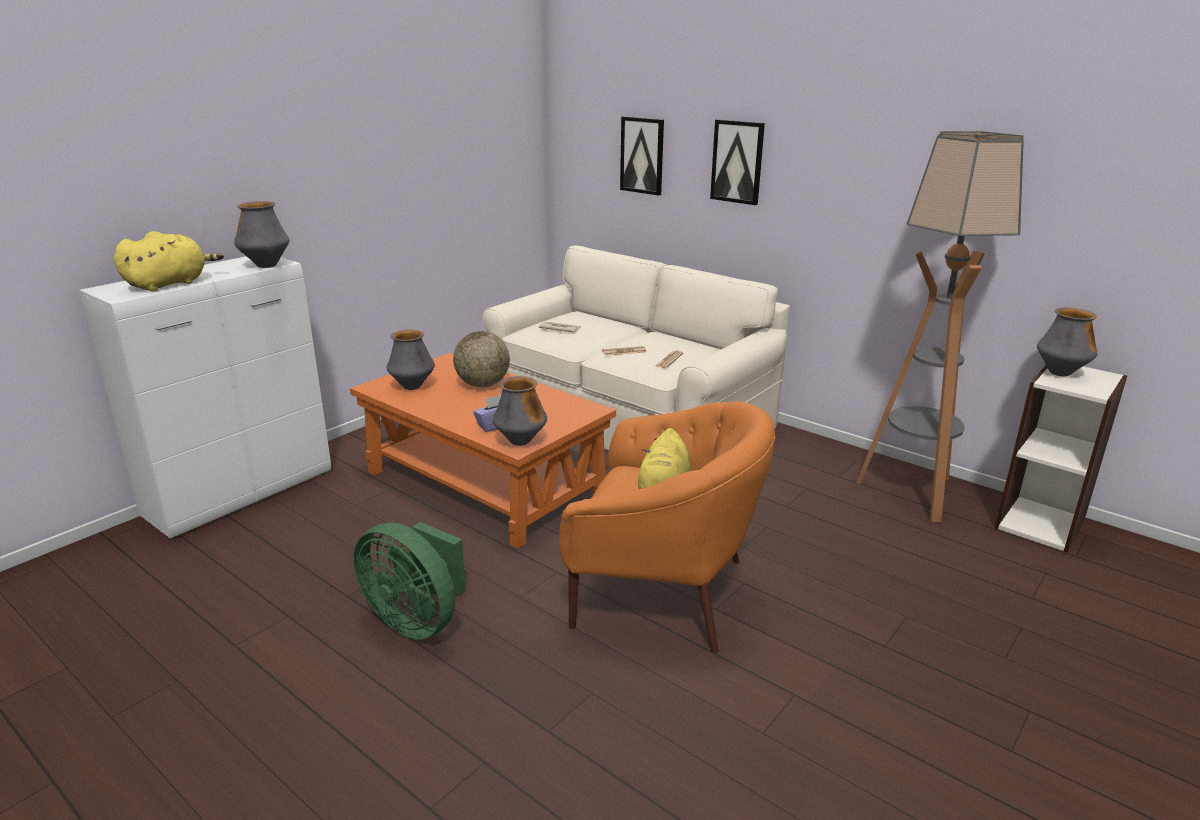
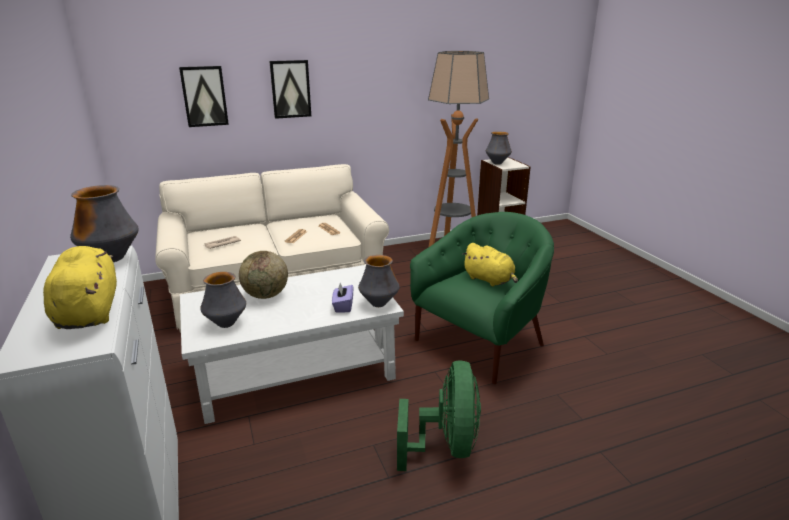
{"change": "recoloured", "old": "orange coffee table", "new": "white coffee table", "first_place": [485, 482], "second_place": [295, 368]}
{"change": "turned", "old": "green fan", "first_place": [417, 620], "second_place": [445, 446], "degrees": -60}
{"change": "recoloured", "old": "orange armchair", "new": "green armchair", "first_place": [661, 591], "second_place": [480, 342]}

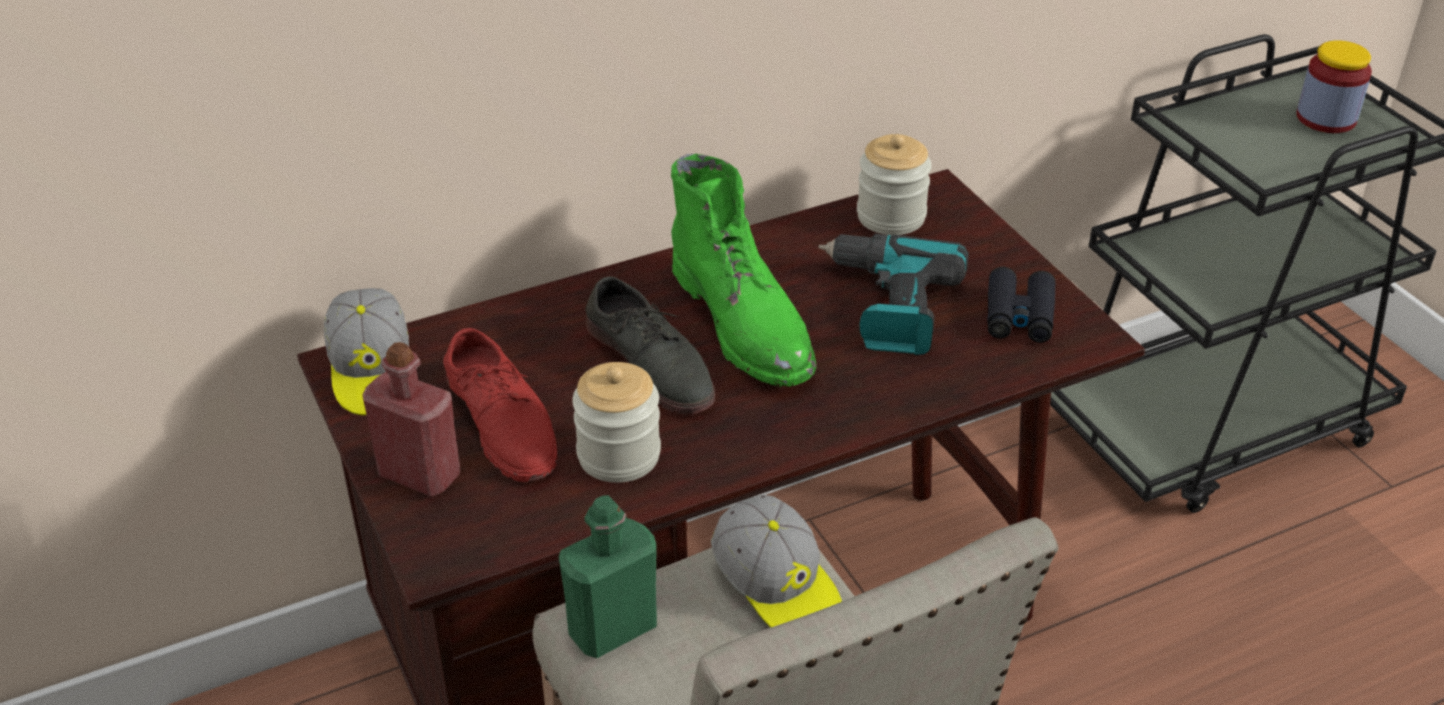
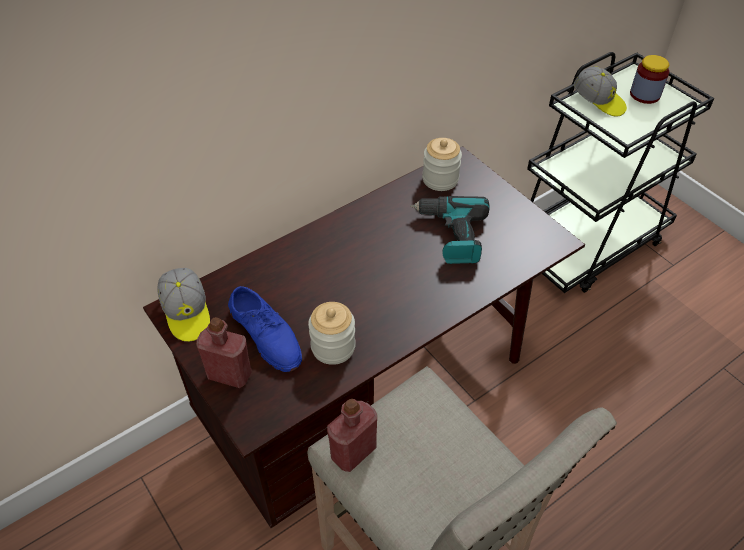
{"change": "recoloured", "old": "red shoe", "new": "blue shoe", "first_place": [503, 421], "second_place": [266, 334]}
{"change": "recoloured", "old": "green bottle", "new": "red bottle", "first_place": [612, 629], "second_place": [353, 452]}
{"change": "removed", "old": "grey shoe", "first_place": [651, 362]}
{"change": "removed", "old": "green boot", "first_place": [745, 323]}
{"change": "moved", "old": "cap", "first_place": [777, 589], "second_place": [598, 102]}
{"change": "removed", "old": "black binoculars", "first_place": [1019, 316]}

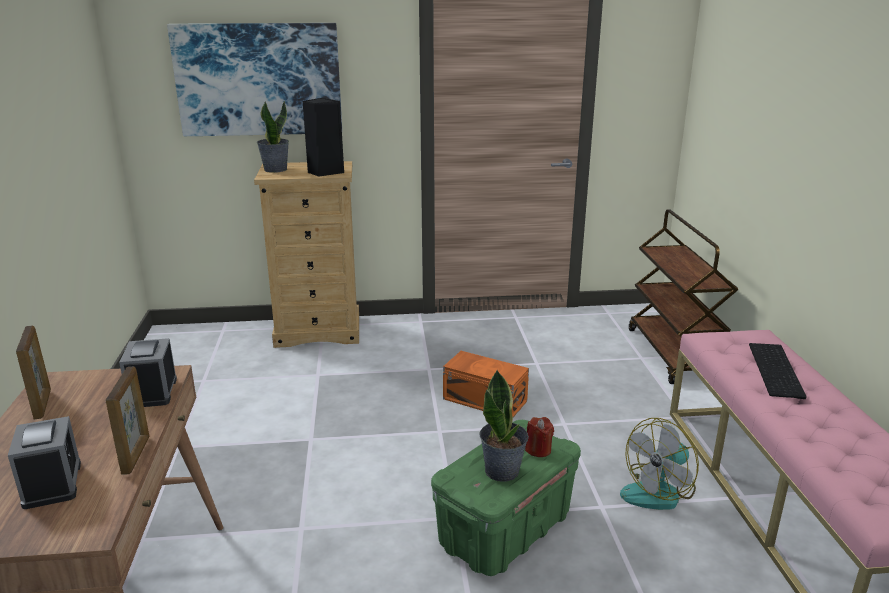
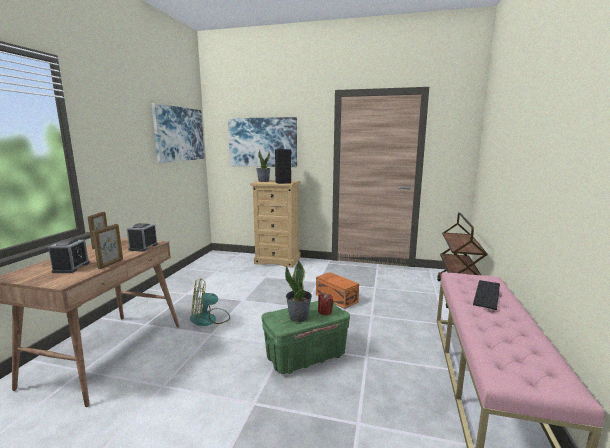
{"change": "moved", "old": "fan", "first_place": [659, 491], "second_place": [209, 319]}
{"change": "added", "new": "picture", "second_place": [179, 134]}

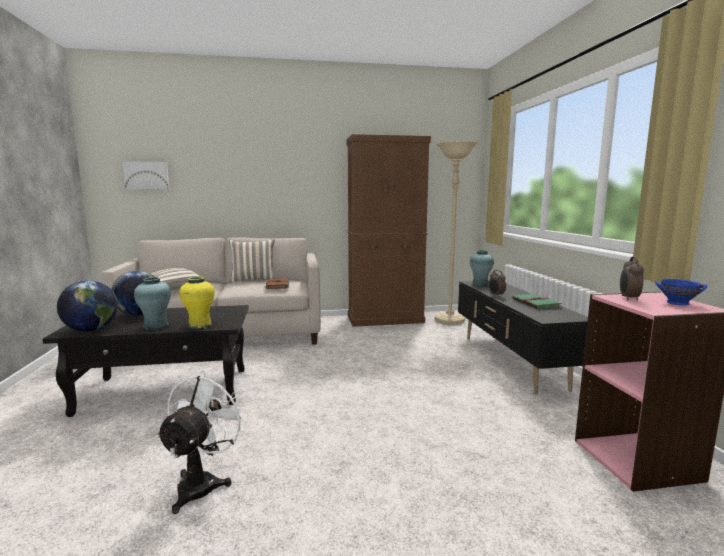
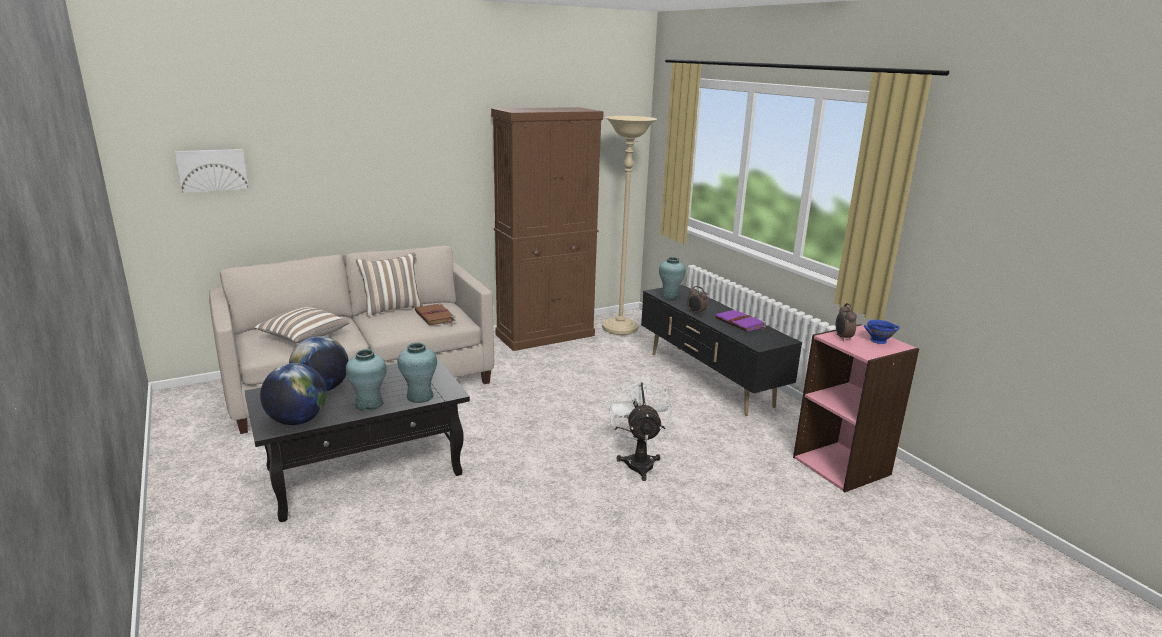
{"change": "moved", "old": "white fan", "first_place": [203, 483], "second_place": [638, 461]}
{"change": "recoloured", "old": "yellow vase", "new": "turquoise vase", "first_place": [200, 325], "second_place": [420, 396]}
{"change": "recoloured", "old": "green book", "new": "purple book", "first_place": [536, 303], "second_place": [740, 323]}

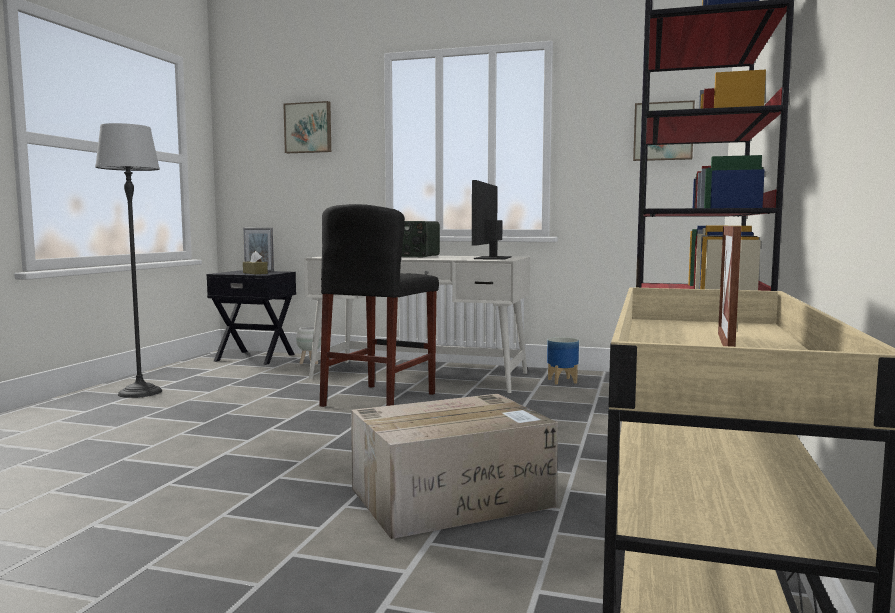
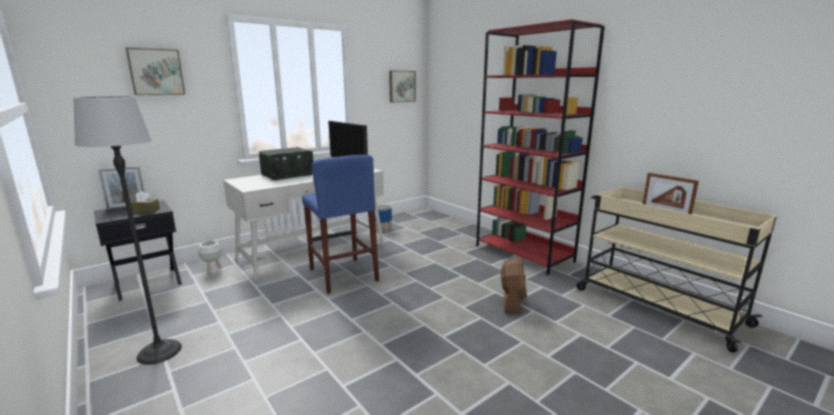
{"change": "recoloured", "old": "black stool", "new": "blue stool", "first_place": [379, 399], "second_place": [343, 274]}
{"change": "replaced", "old": "cardboard box", "new": "brown fan", "first_place": [453, 497], "second_place": [512, 302]}

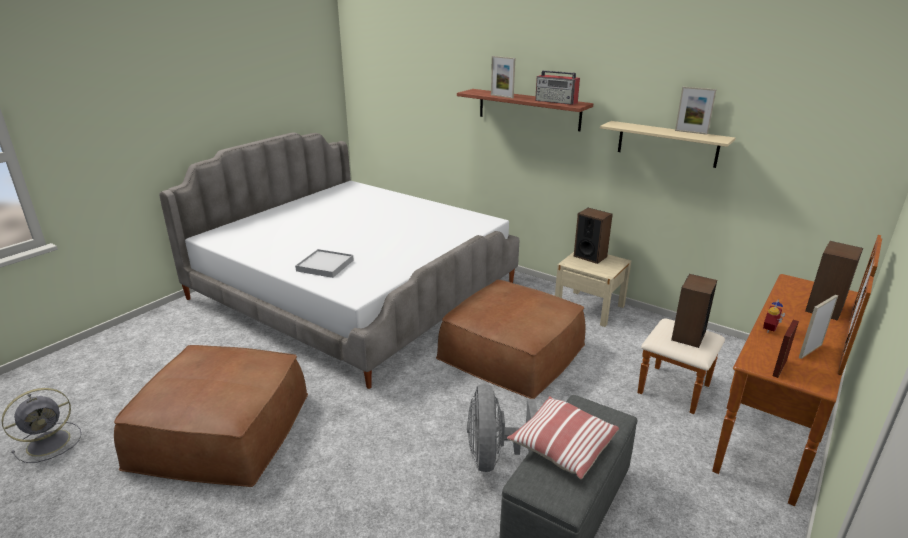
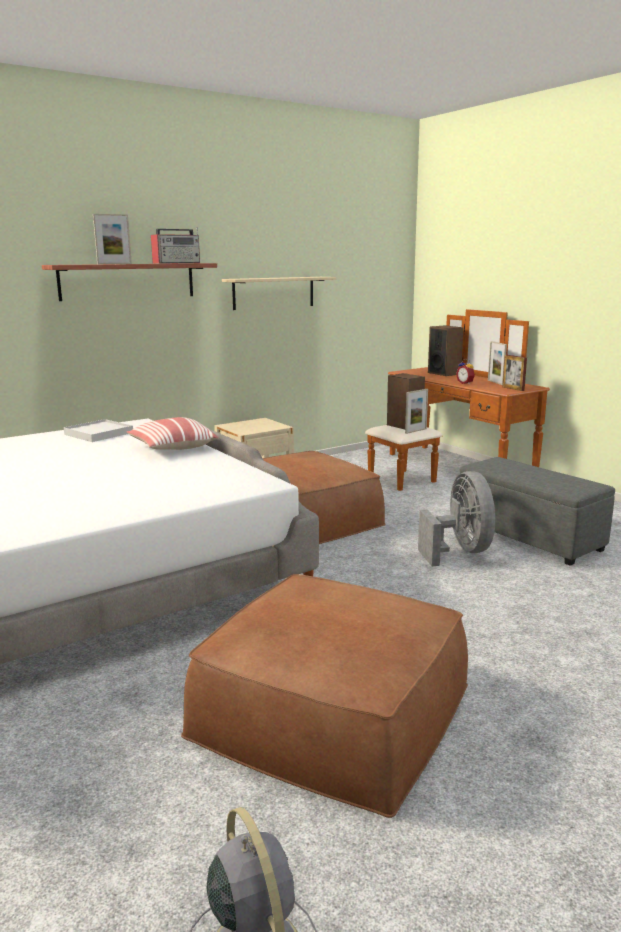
{"change": "moved", "old": "white tray", "first_place": [325, 265], "second_place": [99, 433]}
{"change": "turned", "old": "grey fan", "first_place": [494, 456], "second_place": [460, 552], "degrees": -120}
{"change": "moved", "old": "pillow", "first_place": [562, 446], "second_place": [172, 448]}
{"change": "removed", "old": "speaker", "first_place": [590, 256]}
{"change": "moved", "old": "picture frame", "first_place": [691, 132], "second_place": [415, 431]}

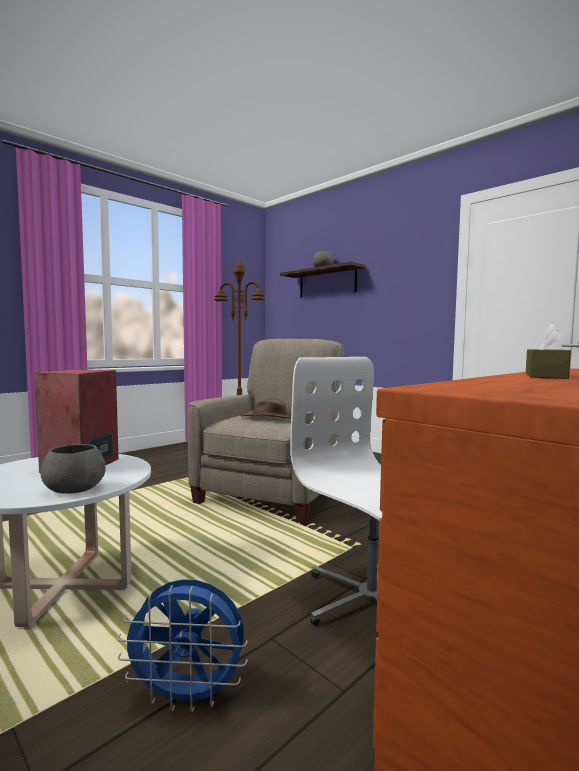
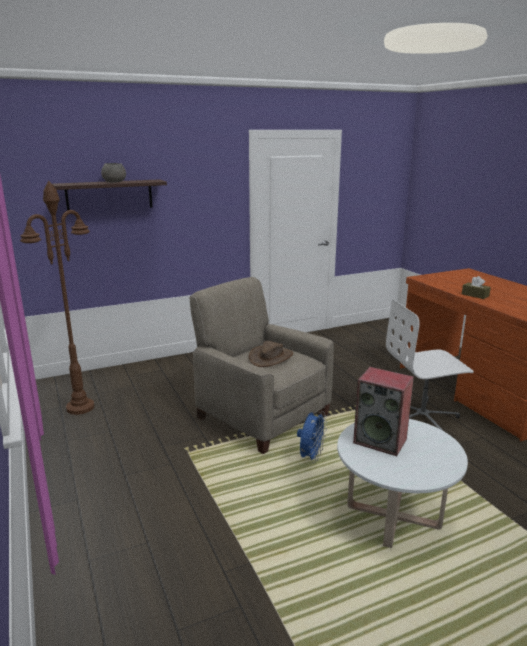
{"change": "removed", "old": "grey bowl", "first_place": [76, 489]}
{"change": "moved", "old": "blue fan", "first_place": [188, 697], "second_place": [311, 457]}

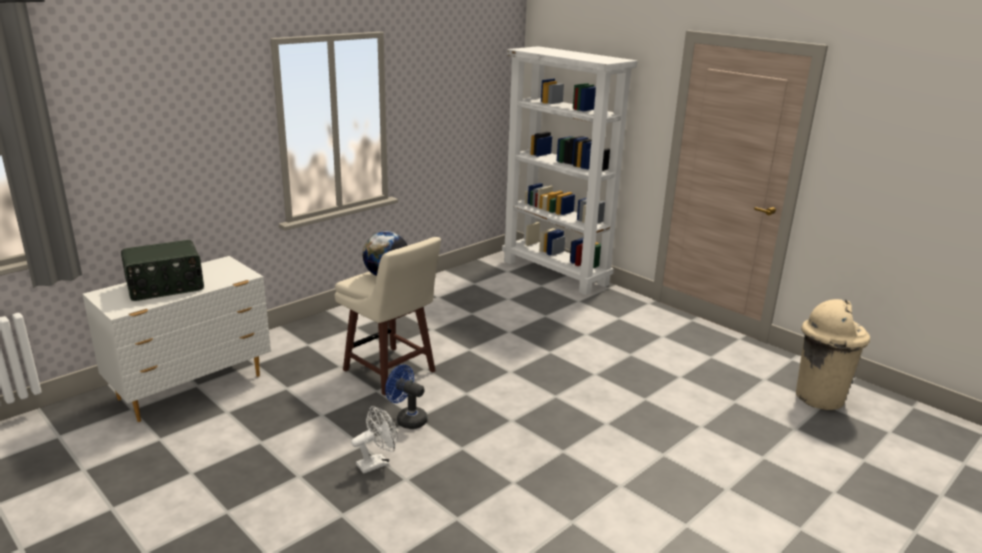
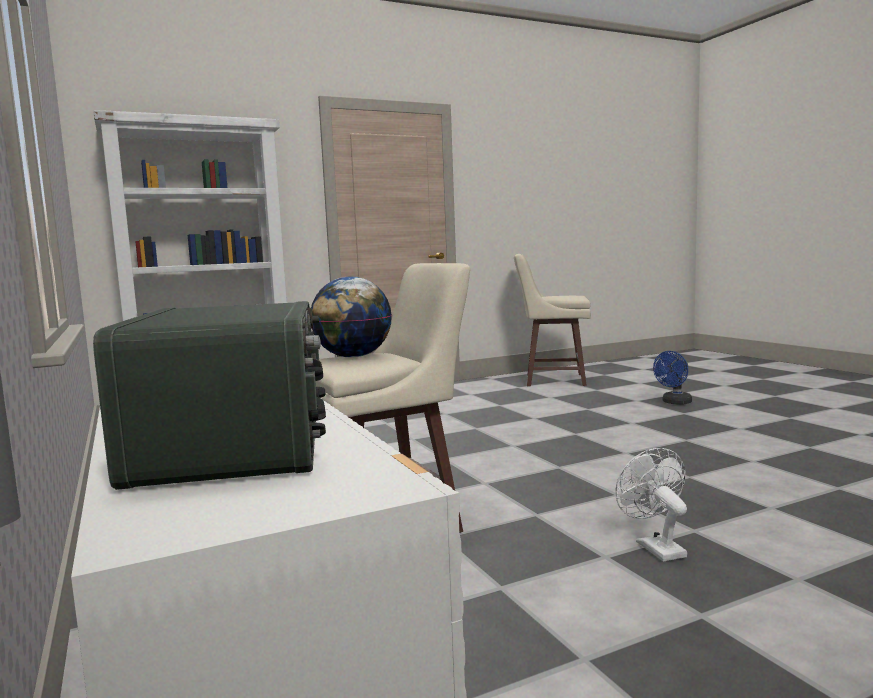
{"change": "moved", "old": "blue fan", "first_place": [407, 419], "second_place": [674, 402]}
{"change": "replaced", "old": "beige trash can", "new": "beige stool", "first_place": [819, 397], "second_place": [552, 380]}

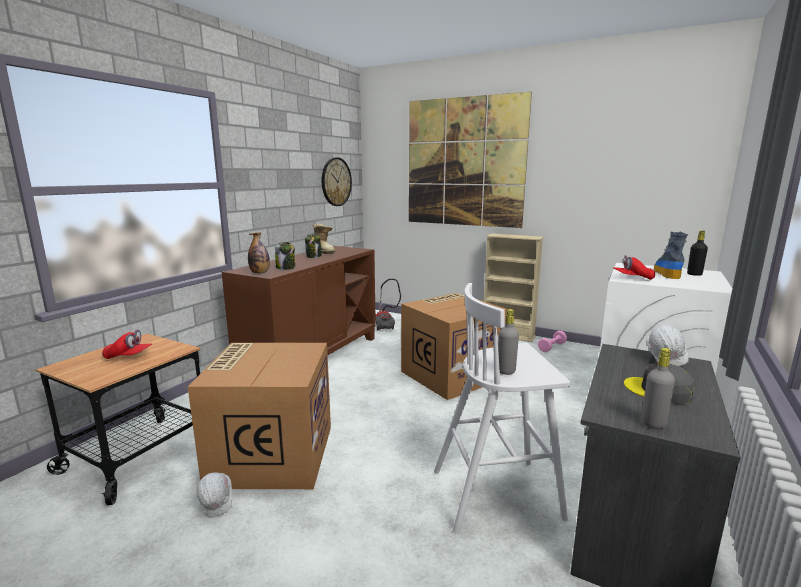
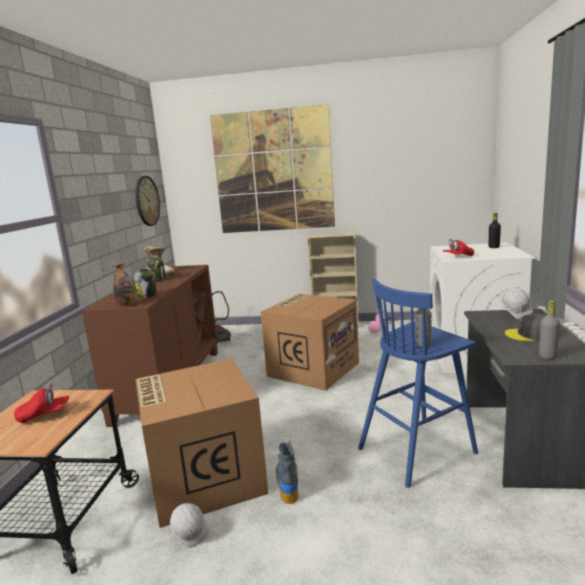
{"change": "recoloured", "old": "white stool", "new": "blue stool", "first_place": [498, 494], "second_place": [418, 450]}
{"change": "moved", "old": "boot", "first_place": [666, 273], "second_place": [287, 483]}

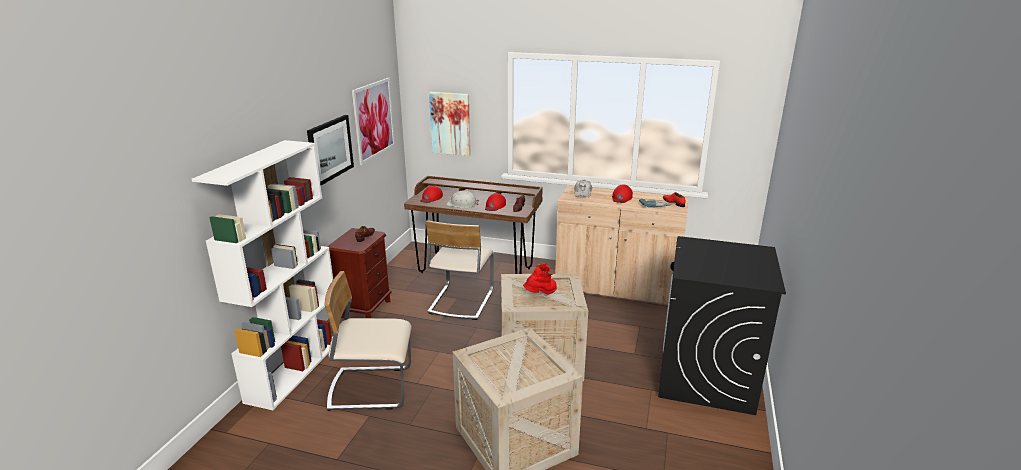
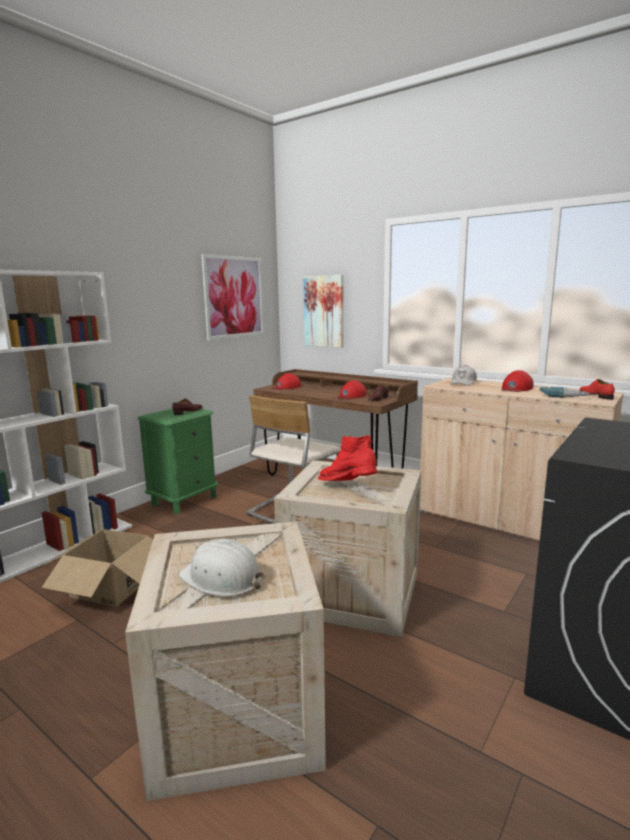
{"change": "removed", "old": "picture", "first_place": [330, 149]}
{"change": "replaced", "old": "beige chair", "new": "cardboard box", "first_place": [371, 388], "second_place": [112, 585]}
{"change": "recoloured", "old": "brown nightstand", "new": "green nightstand", "first_place": [365, 308], "second_place": [184, 500]}
{"change": "moved", "old": "white hard hat", "first_place": [462, 204], "second_place": [221, 578]}
{"change": "turned", "old": "red boot", "first_place": [541, 294], "second_place": [348, 487], "degrees": -120}

